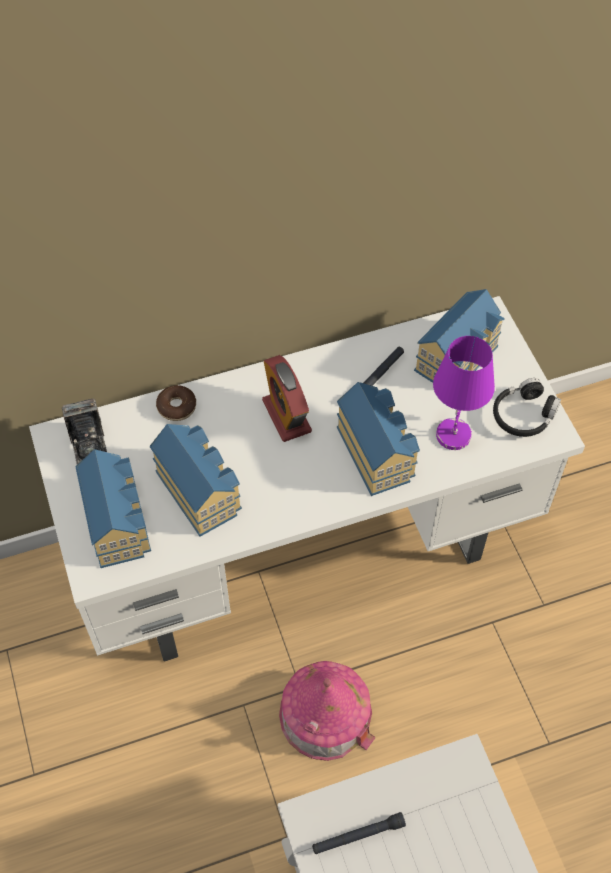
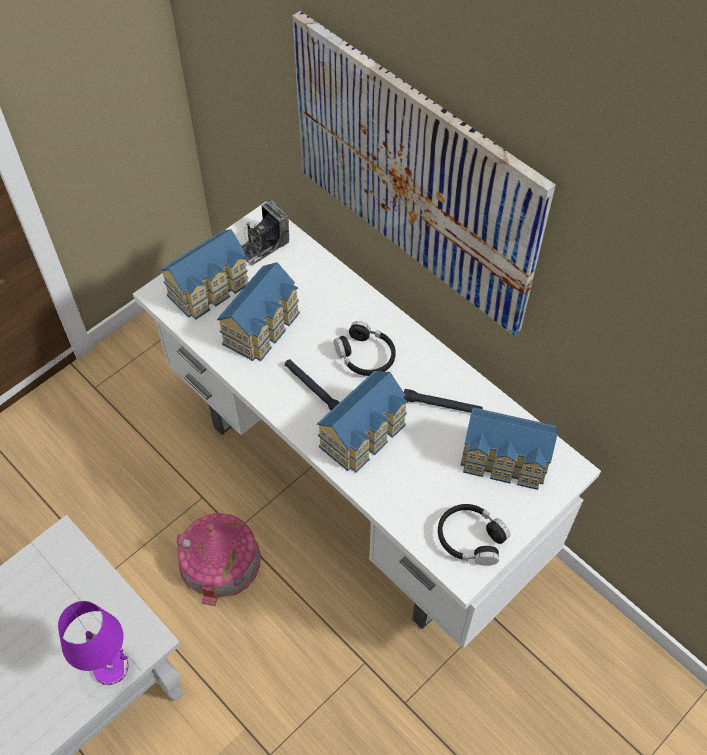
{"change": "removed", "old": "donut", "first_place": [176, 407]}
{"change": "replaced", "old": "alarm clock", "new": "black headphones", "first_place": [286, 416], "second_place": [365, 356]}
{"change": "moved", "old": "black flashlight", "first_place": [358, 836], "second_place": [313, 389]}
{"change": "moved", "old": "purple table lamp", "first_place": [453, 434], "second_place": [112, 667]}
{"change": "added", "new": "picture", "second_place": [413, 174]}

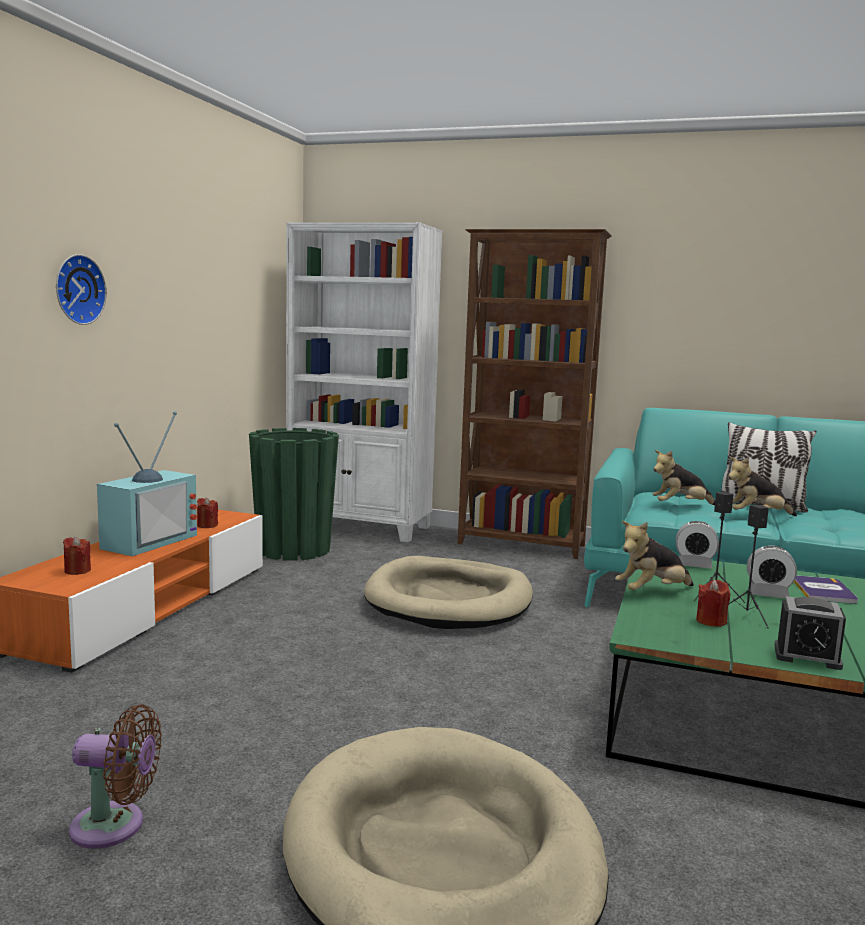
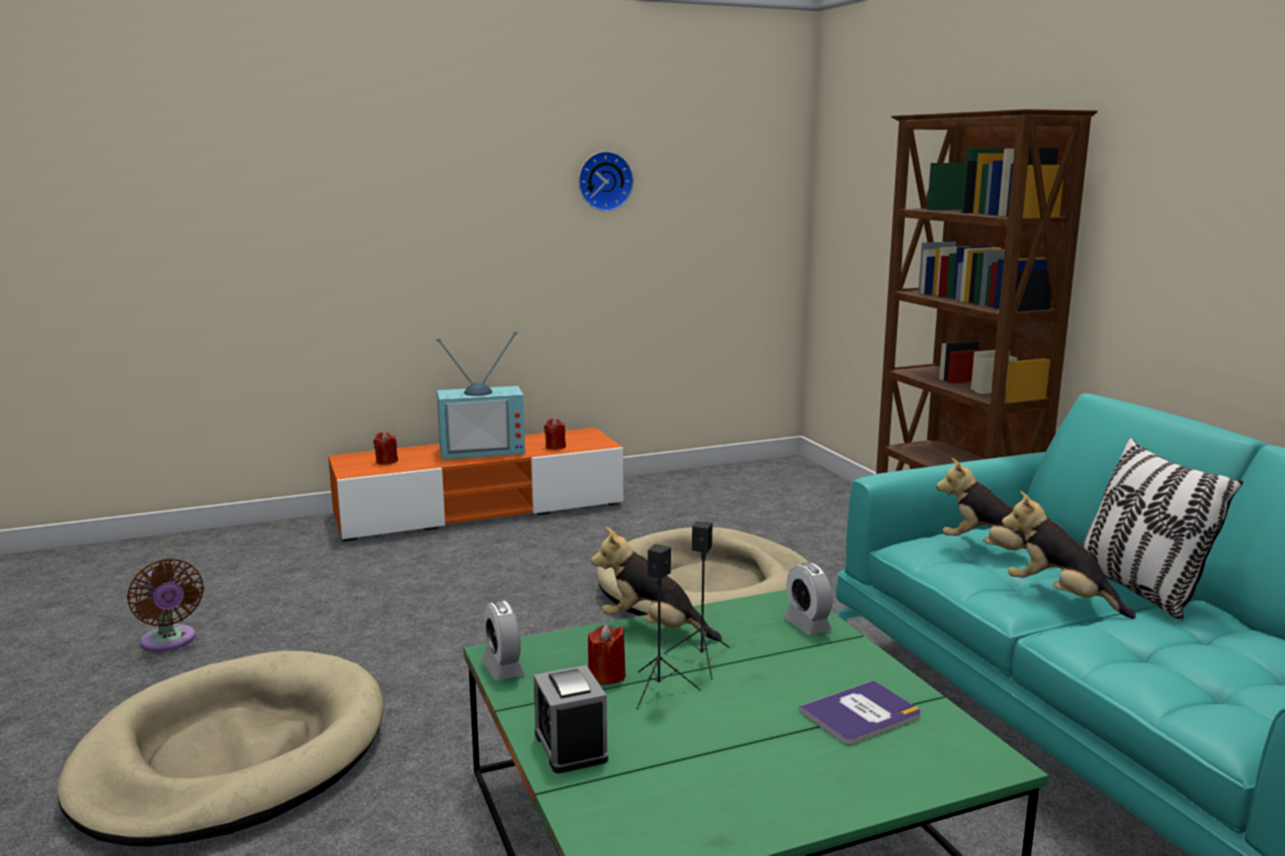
{"change": "moved", "old": "wall clock", "first_place": [77, 289], "second_place": [604, 181]}
{"change": "removed", "old": "green planter", "first_place": [293, 549]}
{"change": "removed", "old": "white bookcase", "first_place": [360, 527]}
{"change": "moved", "old": "alarm clock", "first_place": [768, 594], "second_place": [503, 668]}

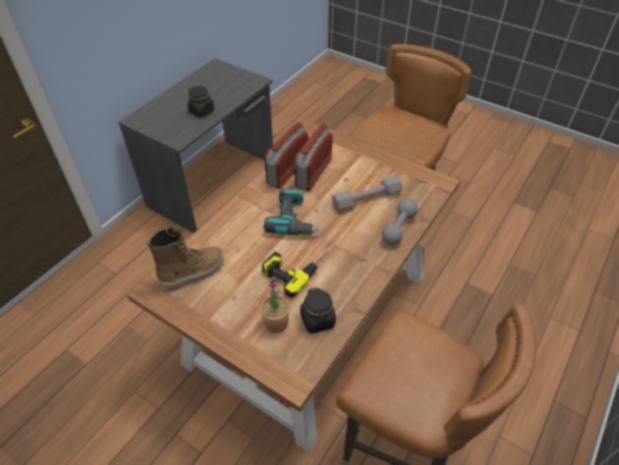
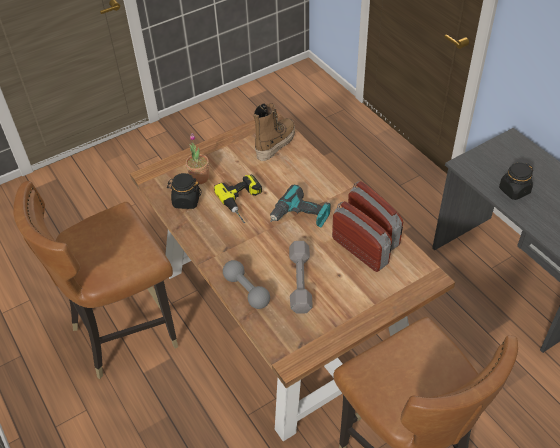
{"change": "turned", "old": "boot", "first_place": [192, 273], "second_place": [275, 144], "degrees": -135}

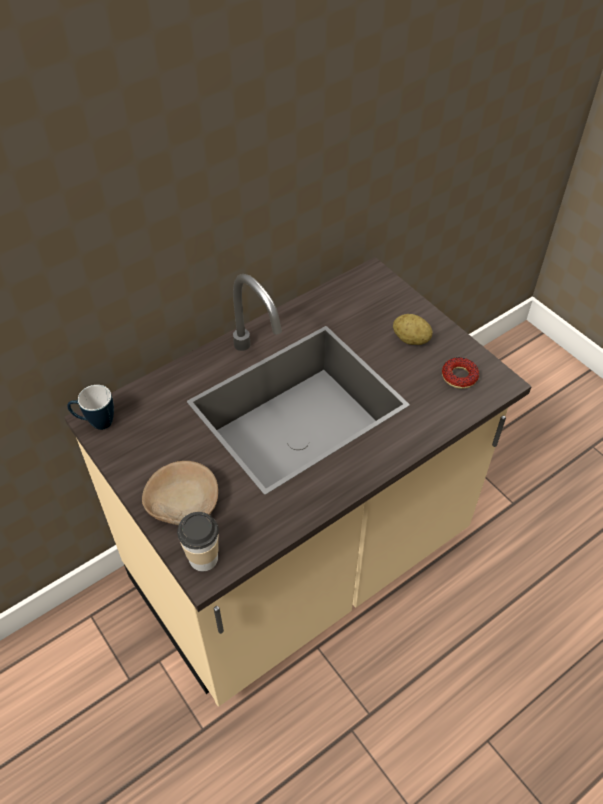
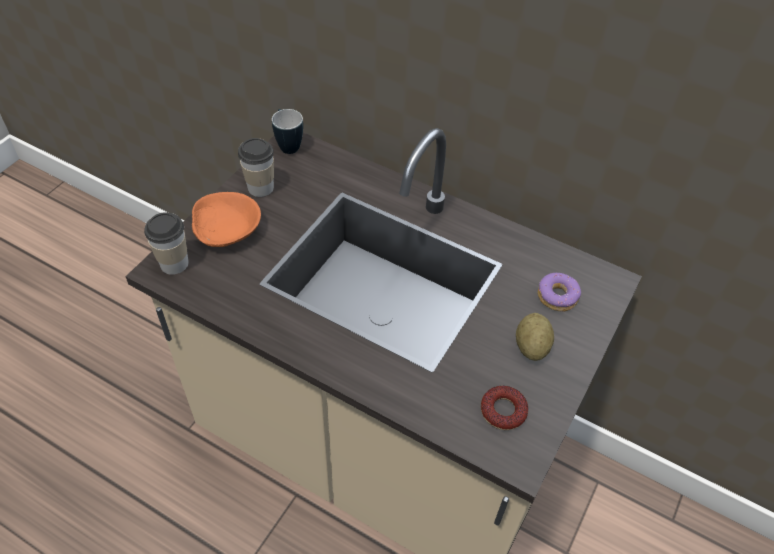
{"change": "recoloured", "old": "beige bowl", "new": "orange bowl", "first_place": [183, 503], "second_place": [226, 230]}
{"change": "added", "new": "cup", "second_place": [260, 188]}
{"change": "added", "new": "donut", "second_place": [557, 296]}

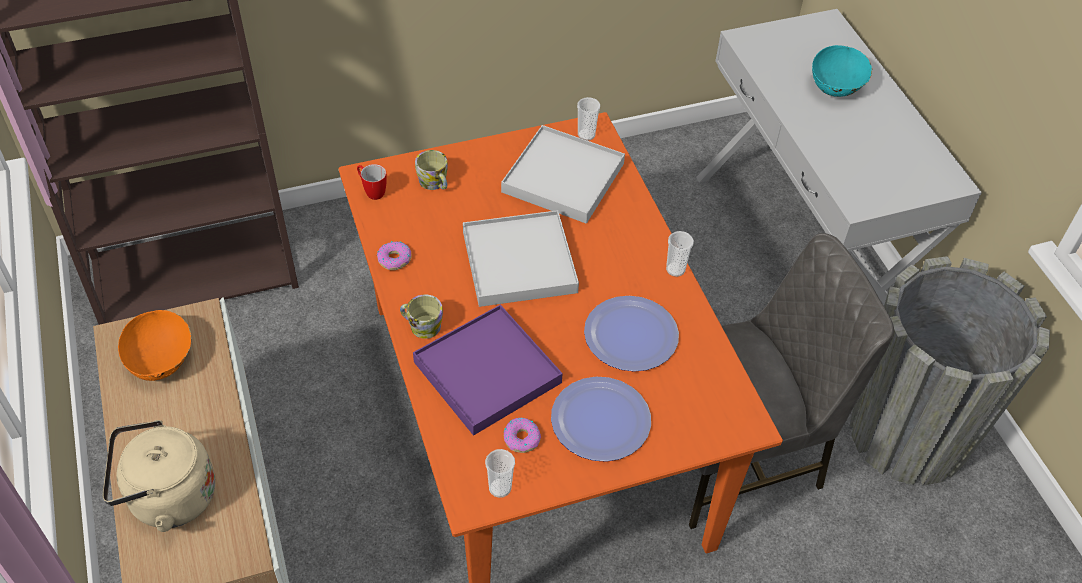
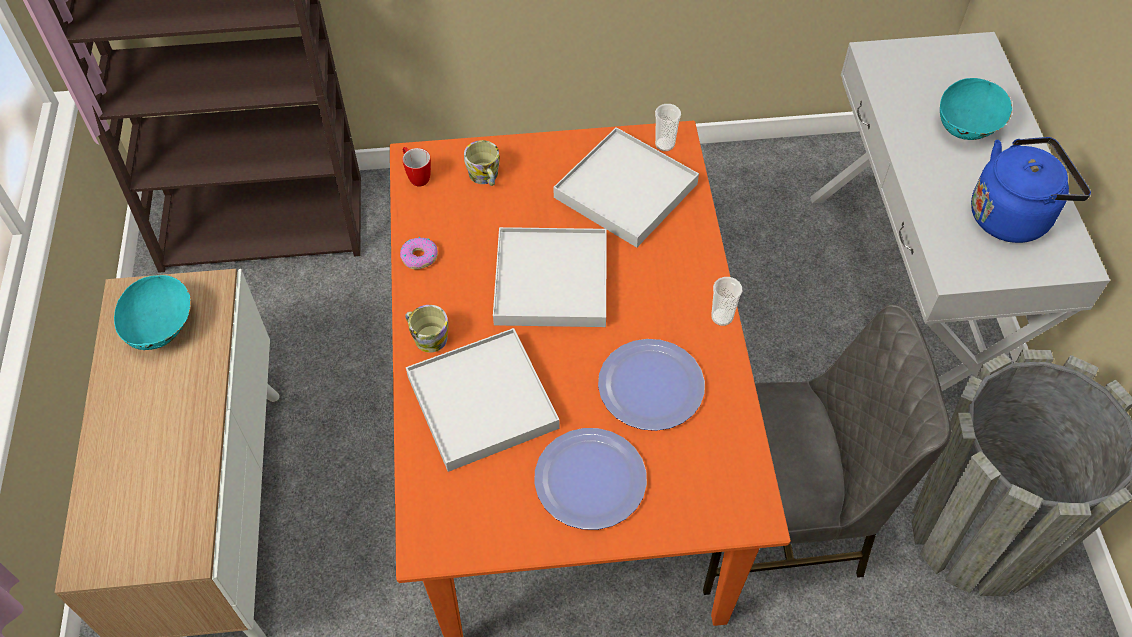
{"change": "removed", "old": "beige kettle", "first_place": [167, 498]}
{"change": "recoloured", "old": "orange bowl", "new": "turquoise bowl", "first_place": [161, 360], "second_place": [161, 327]}
{"change": "recoloured", "old": "purple tray", "new": "white tray", "first_place": [487, 373], "second_place": [482, 402]}
{"change": "removed", "old": "cup", "first_place": [500, 488]}
{"change": "removed", "old": "donut", "first_place": [522, 438]}
{"change": "added", "new": "blue kettle", "second_place": [1013, 215]}

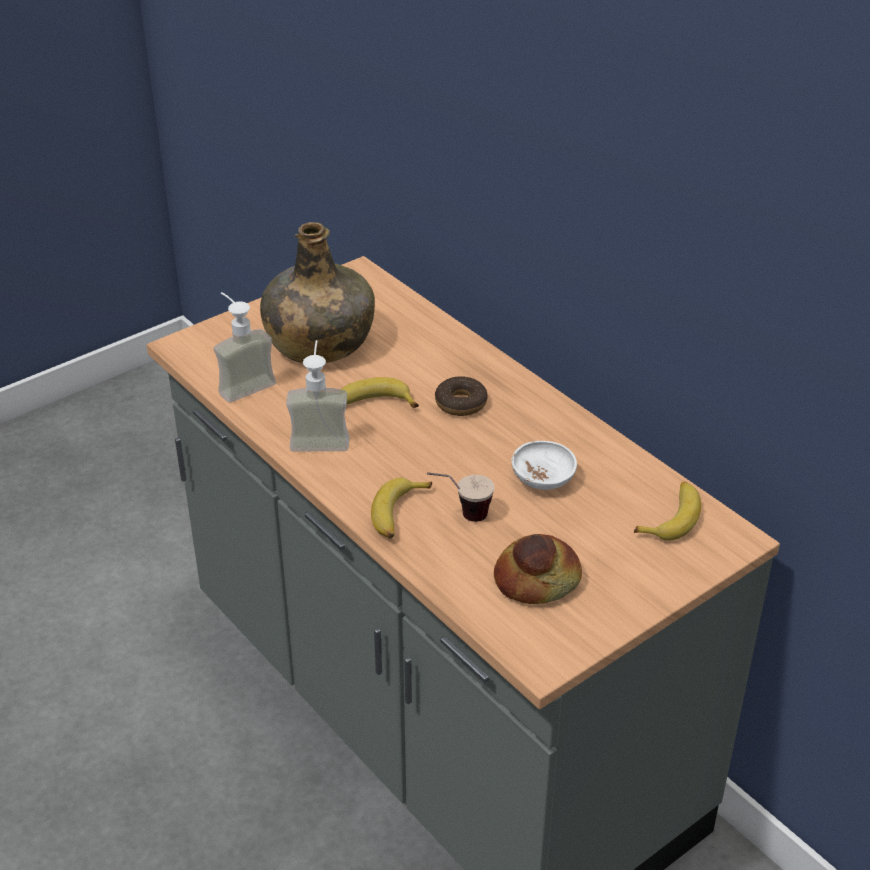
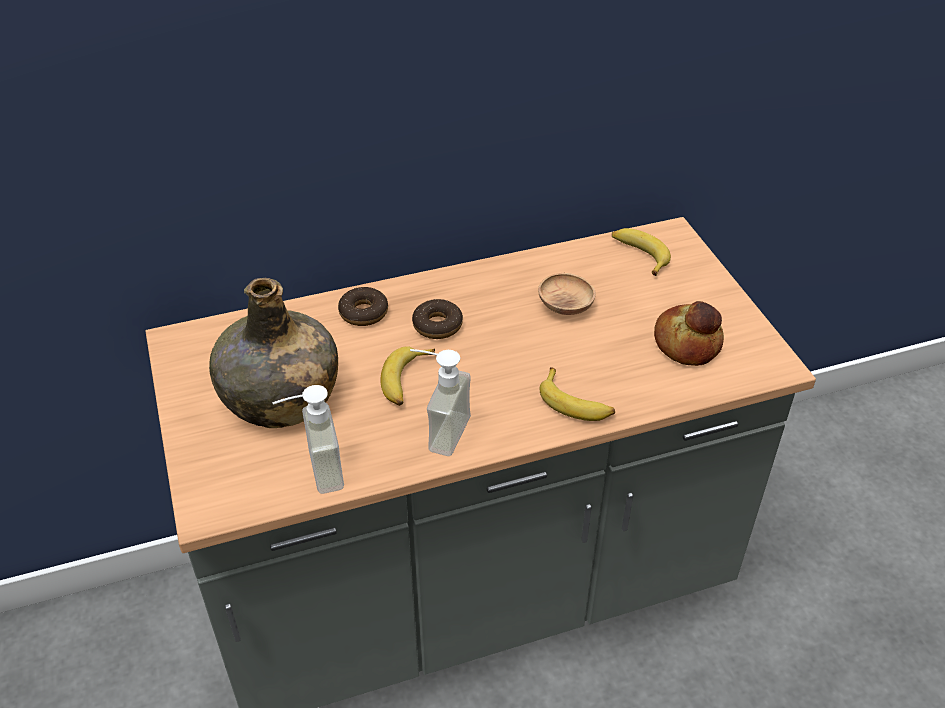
{"change": "removed", "old": "cup", "first_place": [460, 516]}
{"change": "recoloured", "old": "white bowl", "new": "brown bowl", "first_place": [543, 479], "second_place": [565, 306]}
{"change": "added", "new": "donut", "second_place": [363, 312]}

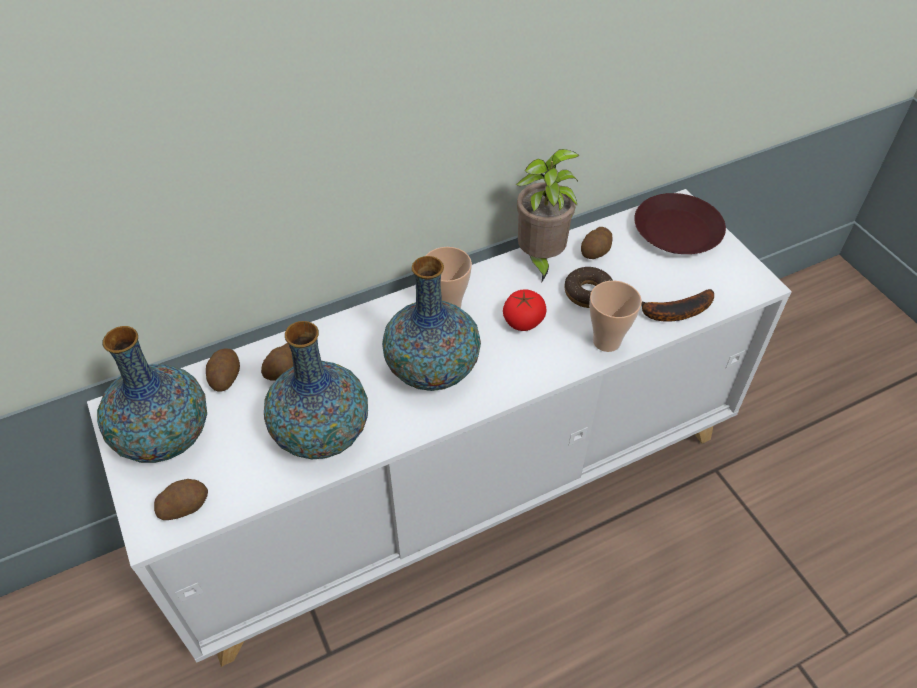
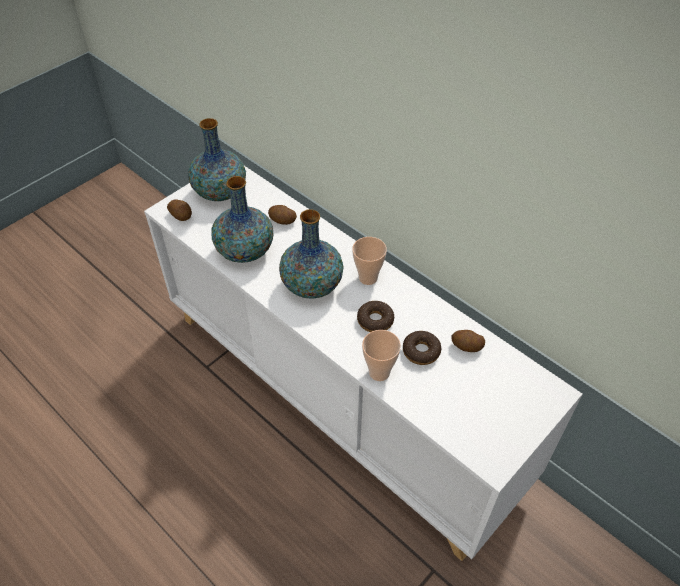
{"change": "removed", "old": "potato", "first_place": [224, 377]}
{"change": "replaced", "old": "tomato", "new": "donut", "first_place": [523, 321], "second_place": [375, 320]}
{"change": "removed", "old": "potted plant", "first_place": [540, 260]}
{"change": "removed", "old": "brown plate", "first_place": [677, 232]}
{"change": "removed", "old": "banana", "first_place": [672, 312]}

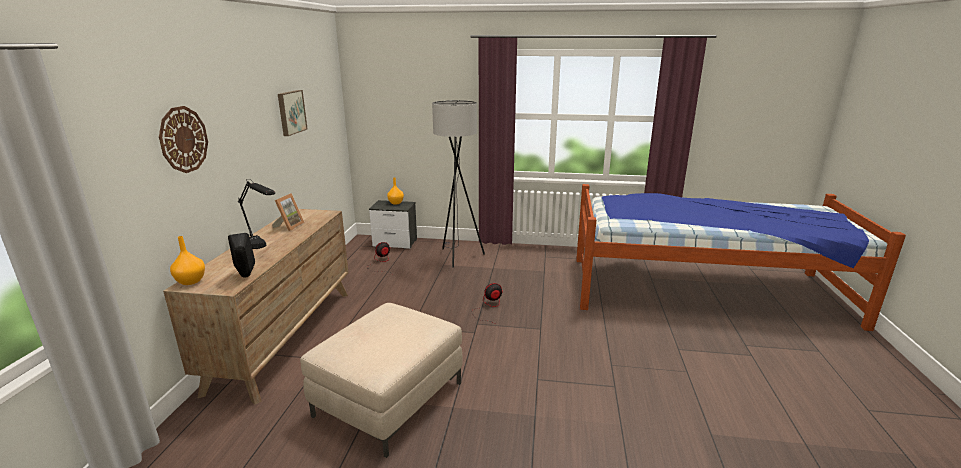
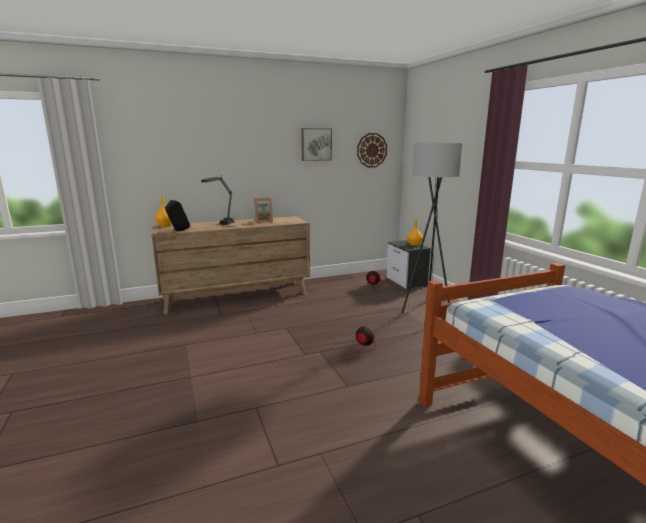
{"change": "moved", "old": "wall clock", "first_place": [183, 139], "second_place": [371, 150]}
{"change": "removed", "old": "beige ottoman", "first_place": [389, 399]}

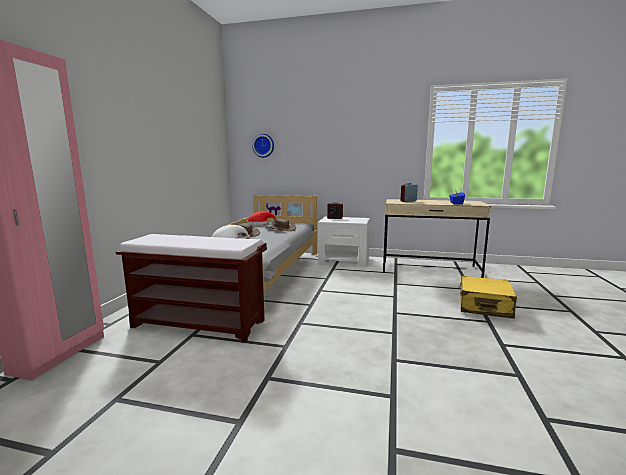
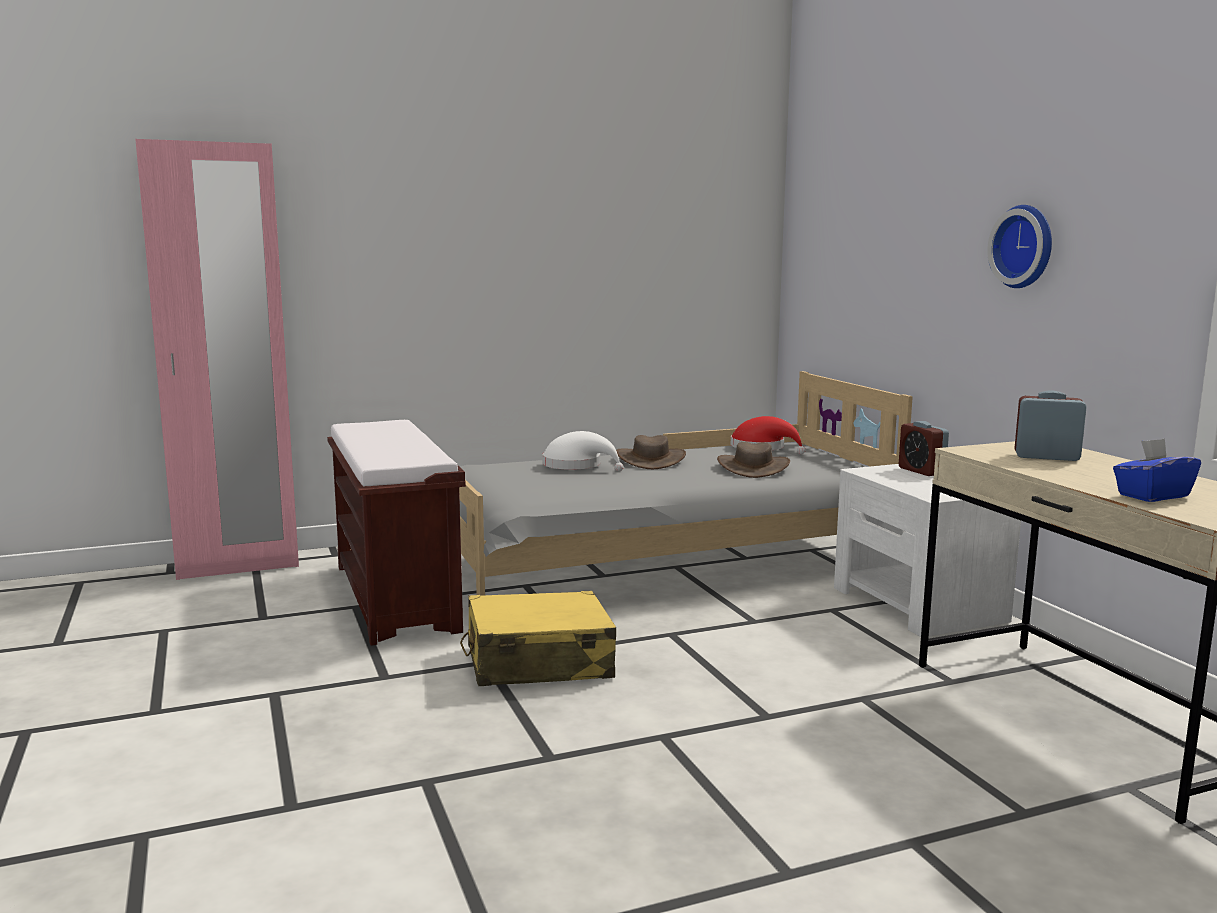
{"change": "moved", "old": "wall clock", "first_place": [263, 145], "second_place": [1025, 246]}
{"change": "moved", "old": "yellow suitcase", "first_place": [484, 306], "second_place": [538, 662]}

